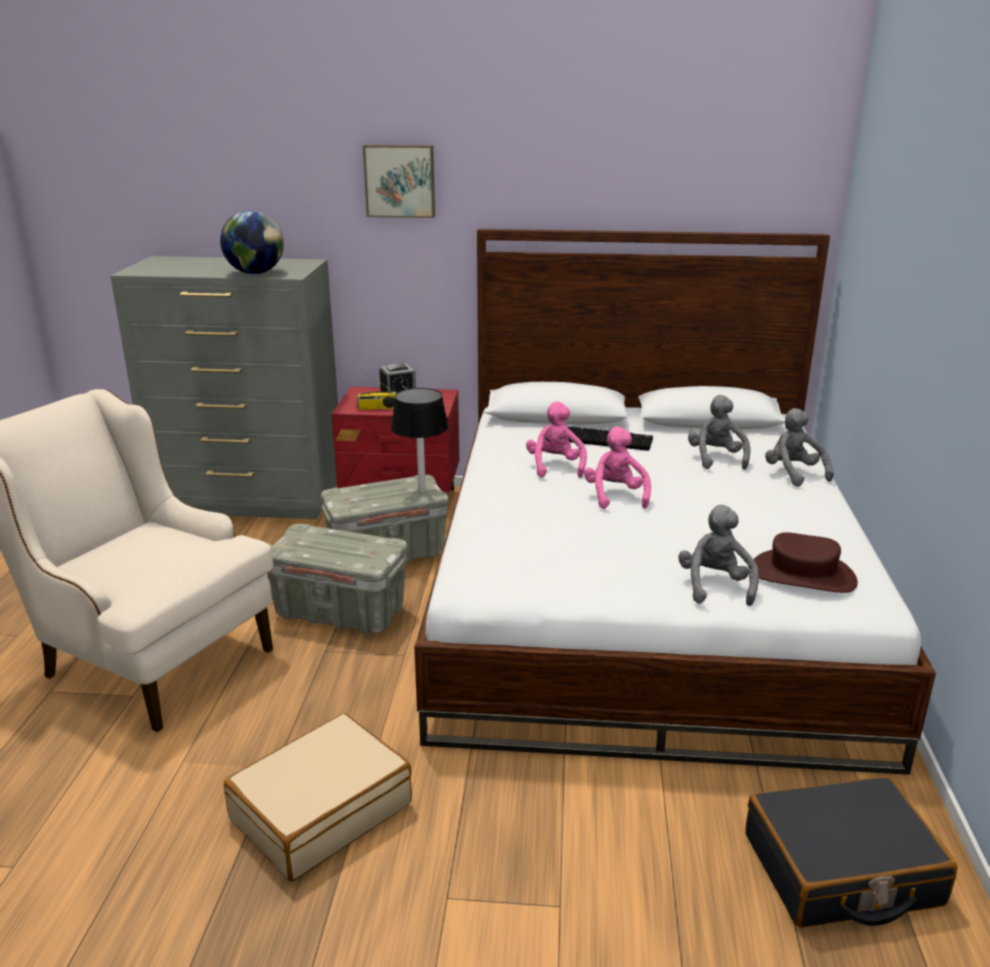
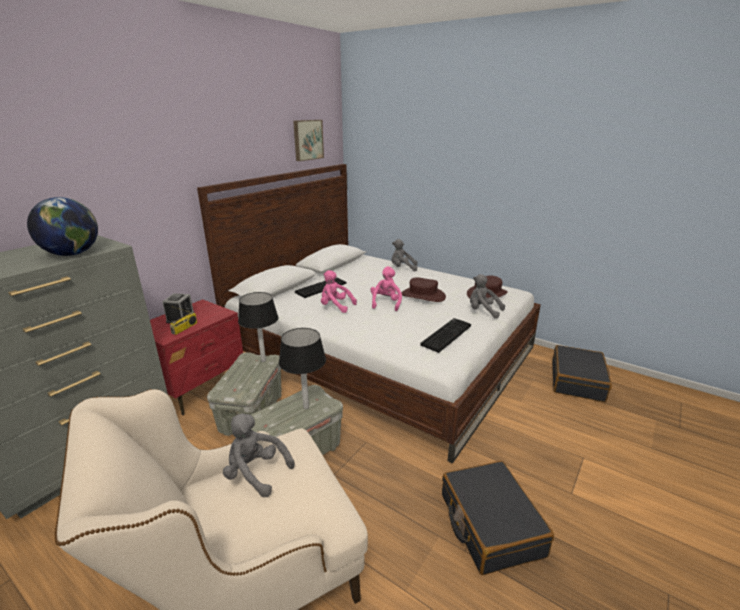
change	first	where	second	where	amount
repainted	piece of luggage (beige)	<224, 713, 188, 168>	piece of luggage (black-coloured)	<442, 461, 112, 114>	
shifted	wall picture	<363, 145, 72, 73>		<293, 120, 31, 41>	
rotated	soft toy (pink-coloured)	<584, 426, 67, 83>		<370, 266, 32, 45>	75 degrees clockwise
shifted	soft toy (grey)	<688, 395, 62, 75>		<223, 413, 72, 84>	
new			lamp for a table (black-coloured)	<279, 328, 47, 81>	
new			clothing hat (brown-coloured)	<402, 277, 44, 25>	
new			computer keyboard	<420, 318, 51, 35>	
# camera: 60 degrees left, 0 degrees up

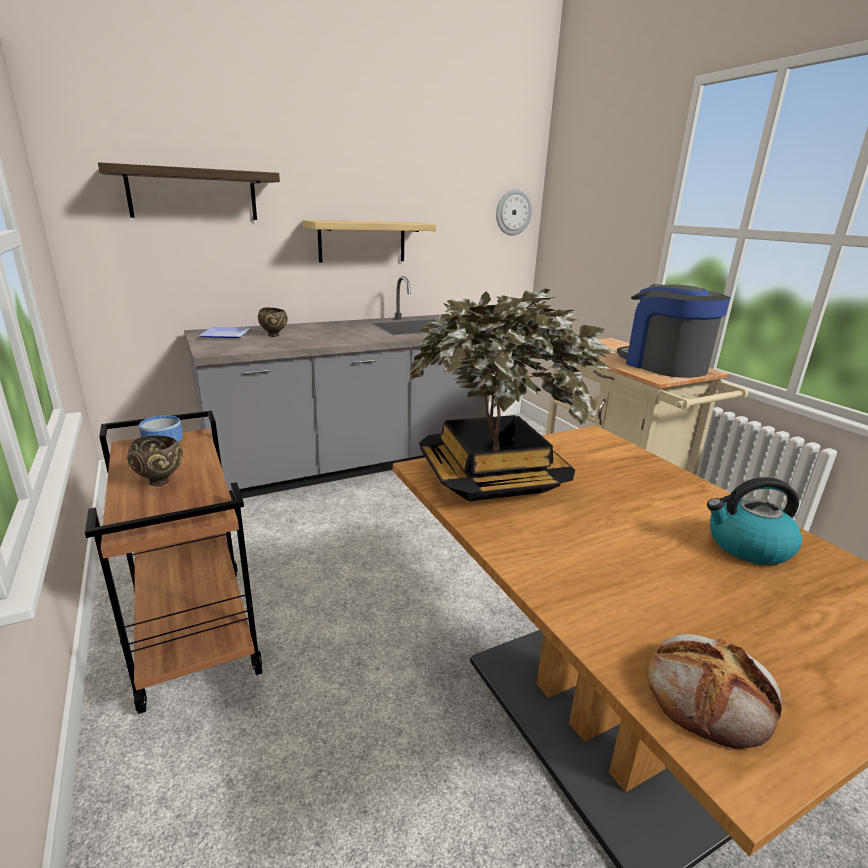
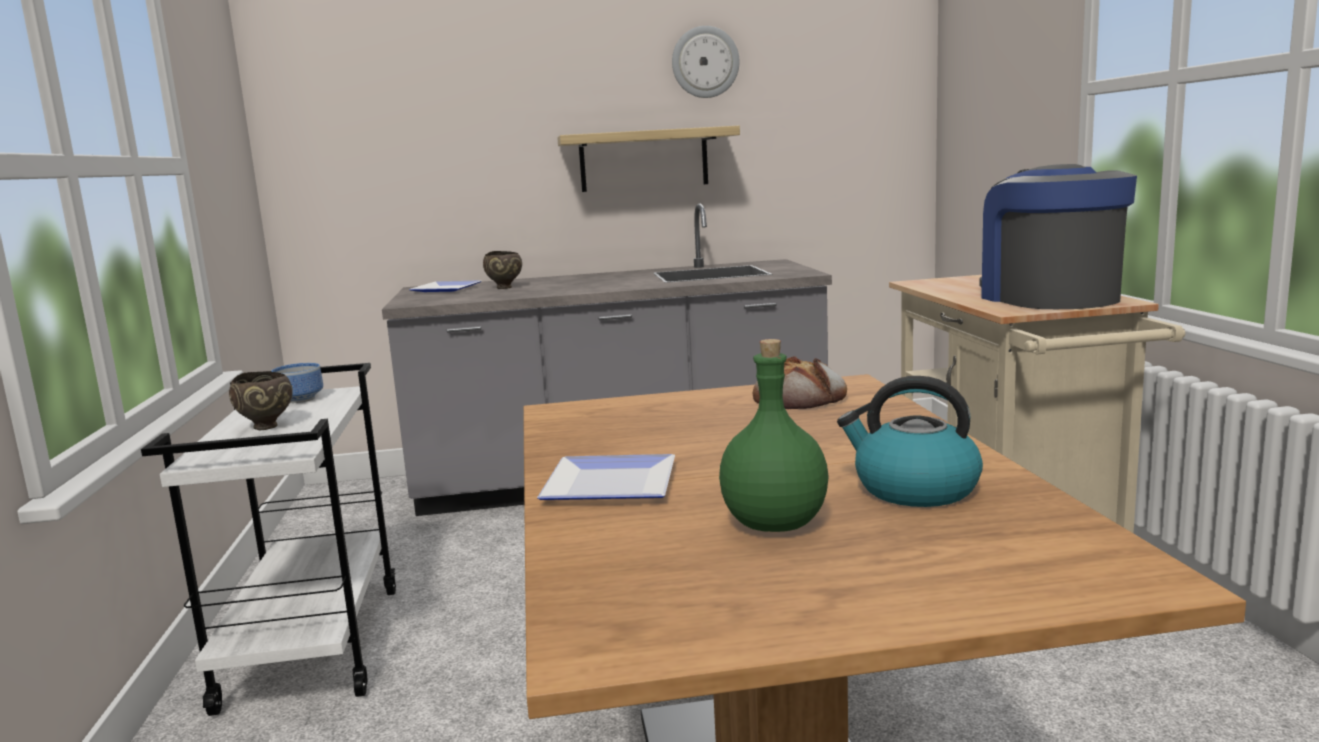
change	first	where	second	where	amount
repainted	trolley (brown-coloured)	<85, 411, 177, 303>	trolley (whitish)	<141, 363, 255, 353>	
gone	bracket shelf	<98, 162, 182, 58>			
gone	houseplant	<409, 288, 207, 213>			
shifted	hanging clock	<496, 189, 36, 46>		<672, 26, 68, 72>	
shifted	baked bread	<647, 634, 135, 115>		<753, 356, 94, 53>	
new			dinner plate	<537, 454, 138, 46>	
new			beverage bottle (greenish)	<719, 339, 110, 193>	
# camera: 20 degrees right, 10 degrees down

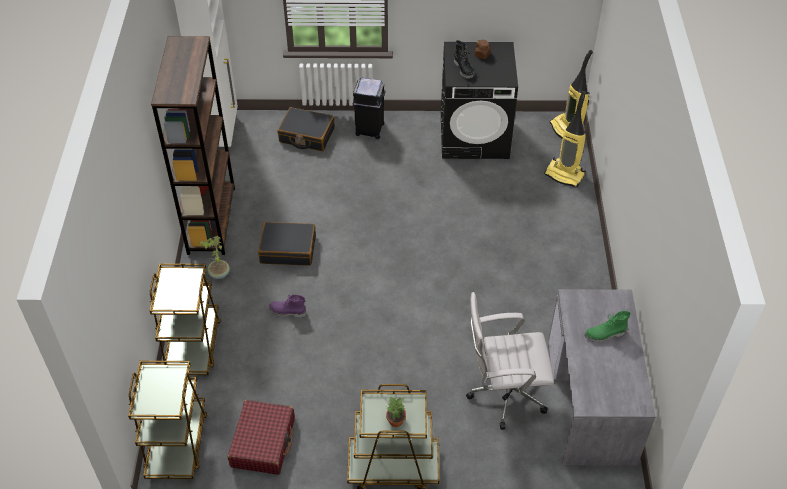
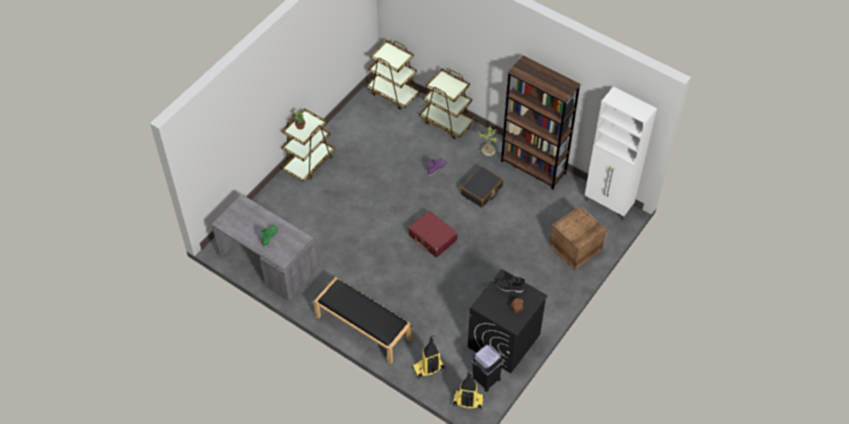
change	first	where	second	where	amount
shifted	piece of luggage (red-coloured)	<228, 400, 67, 75>		<408, 210, 49, 48>	
swapped	piece of luggage (black-coloured)	<278, 107, 57, 44>	shipping crate	<549, 205, 58, 66>	
shifted	rubbish bin (black-coloured)	<353, 78, 32, 61>		<471, 344, 33, 48>	
gone	desk chair (whitish)	<466, 292, 88, 138>			
new			indoor bench (black-coloured)	<314, 277, 98, 87>	
# camera: 125 degrees right, 5 degrees up

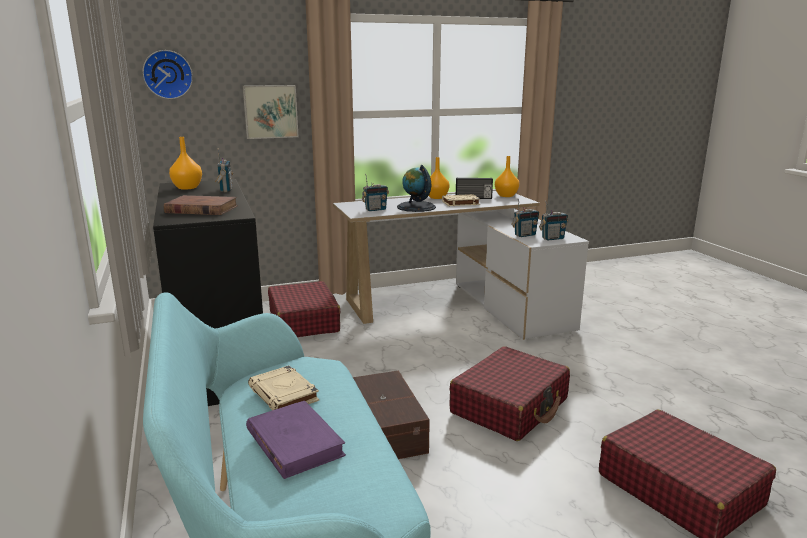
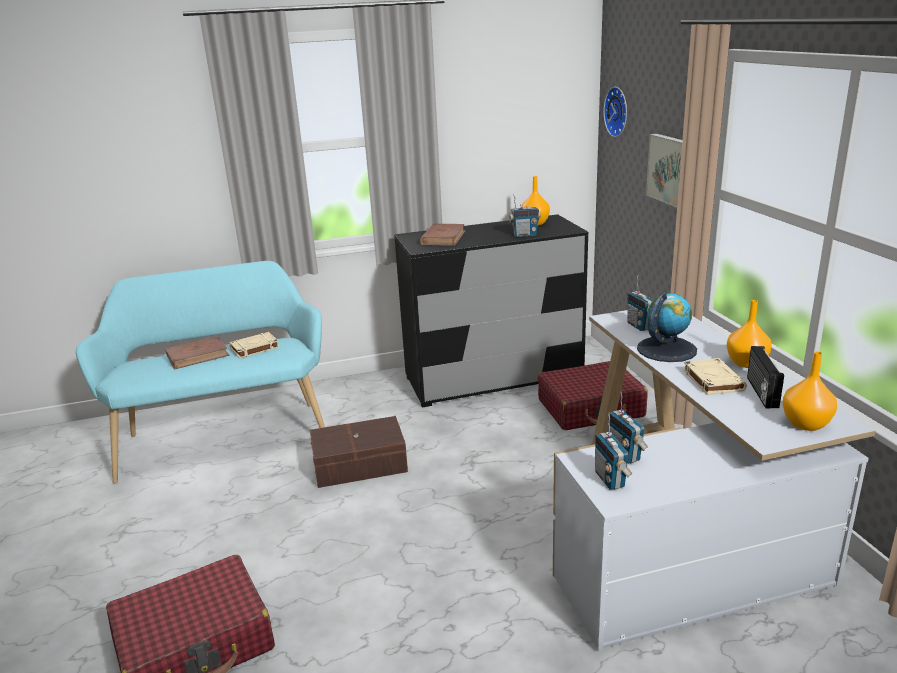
change	first	where	second	where	amount
repainted	book (purple)	<246, 401, 100, 78>	book (brown-coloured)	<165, 336, 65, 34>	
gone	piece of luggage (red-coloured)	<449, 346, 121, 95>			
# camera: 95 degrees right, 5 degrees up

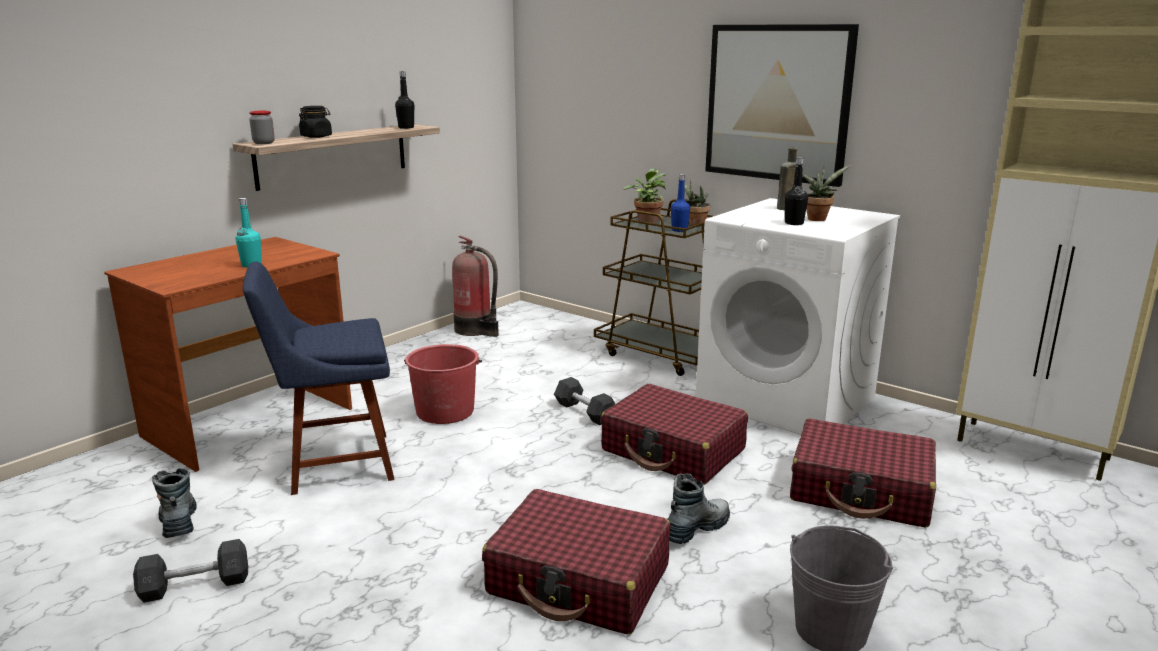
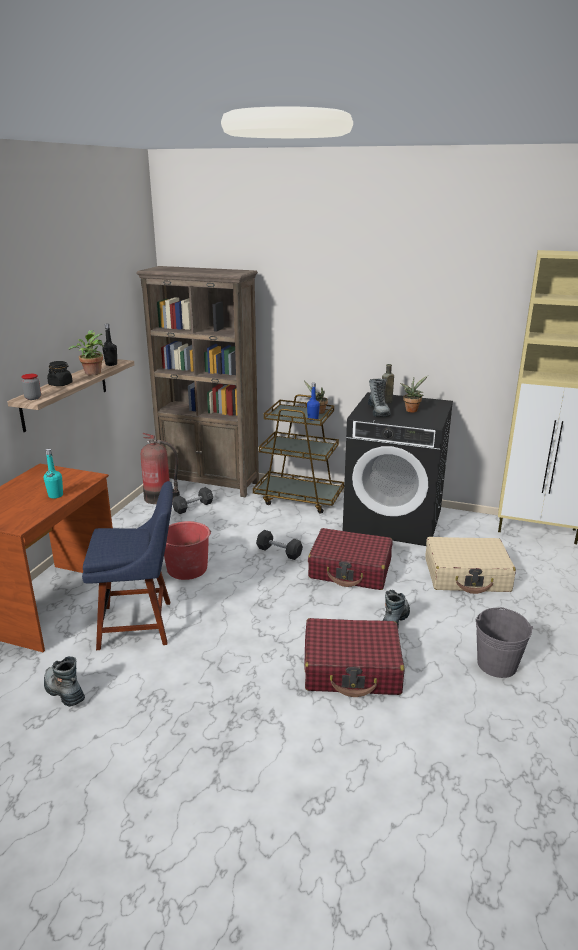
change	first	where	second	where	amount
shifted	hand weight (grey)	<133, 539, 115, 64>		<172, 487, 41, 27>	
rotated	plain chair (bluish)	<243, 261, 152, 234>		<82, 481, 91, 169>	150 degrees counterclockwise
shifted	houseplant	<623, 169, 43, 55>		<68, 330, 36, 45>	
repainted	laundry machine (whitish)	<696, 198, 204, 237>	laundry machine (black-coloured)	<343, 392, 110, 154>	
gone	wall picture	<705, 24, 154, 163>			
gone	beverage bottle (black-coloured)	<785, 158, 23, 67>			
repainted	piece of luggage (red-coloured)	<790, 418, 146, 110>	piece of luggage (beige)	<425, 537, 91, 57>	
new			bookcase (brown-coloured)	<136, 266, 123, 231>	
new			tall boot	<368, 378, 23, 39>	
# camera: 20 degrees left, 5 degrees up

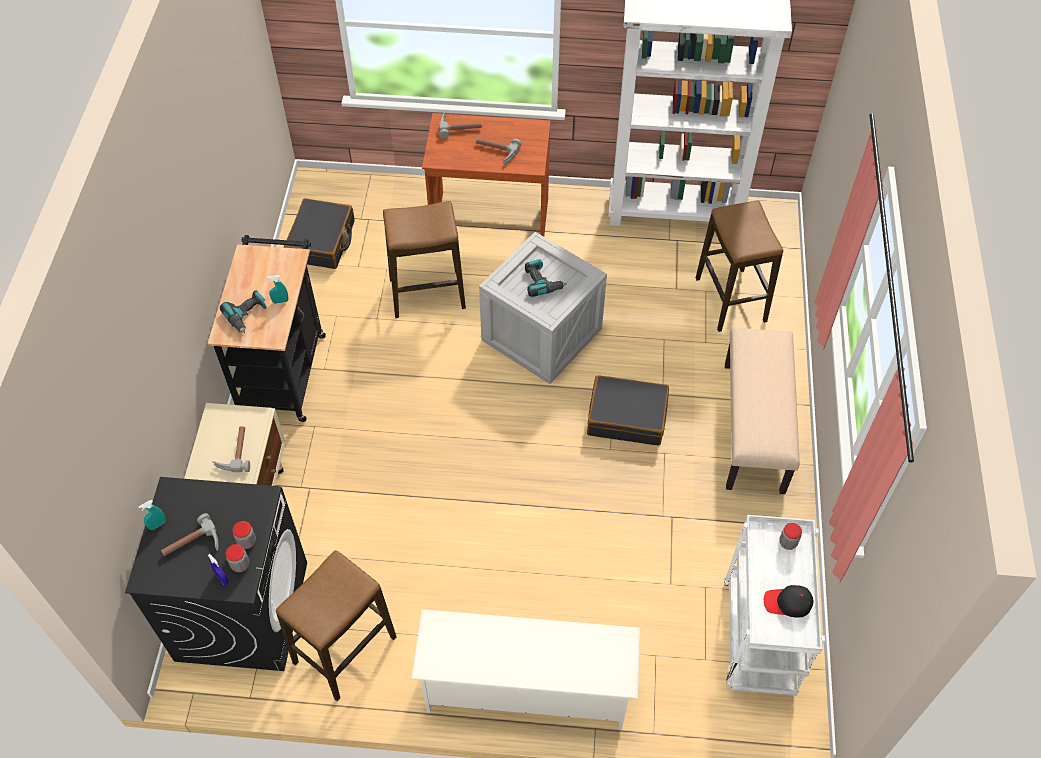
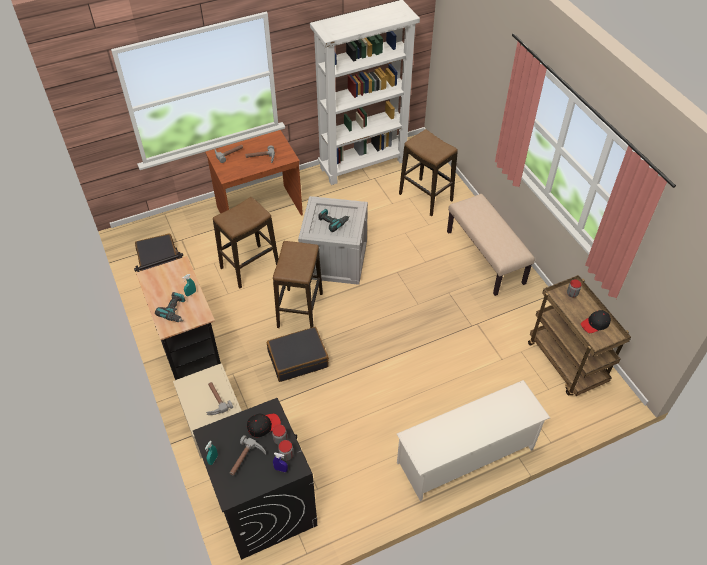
change	first	where	second	where	amount
shifted	stool seat	<276, 550, 121, 151>		<273, 241, 50, 87>	
shifted	piece of luggage (black-coloured)	<587, 375, 82, 71>		<266, 327, 63, 55>	
repainted	trolley (whitish)	<724, 515, 101, 181>	trolley (brown-coloured)	<528, 275, 103, 121>	
new			baseball cap (black-coloured)	<247, 414, 34, 23>	
# camera: 30 degrees left, 5 degrees down

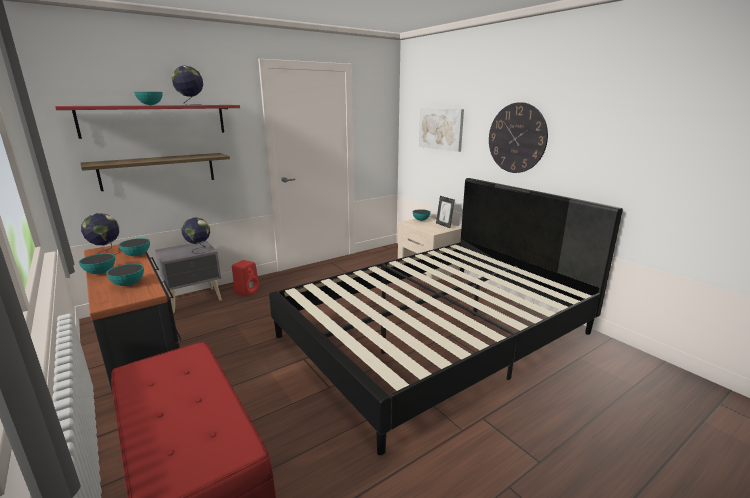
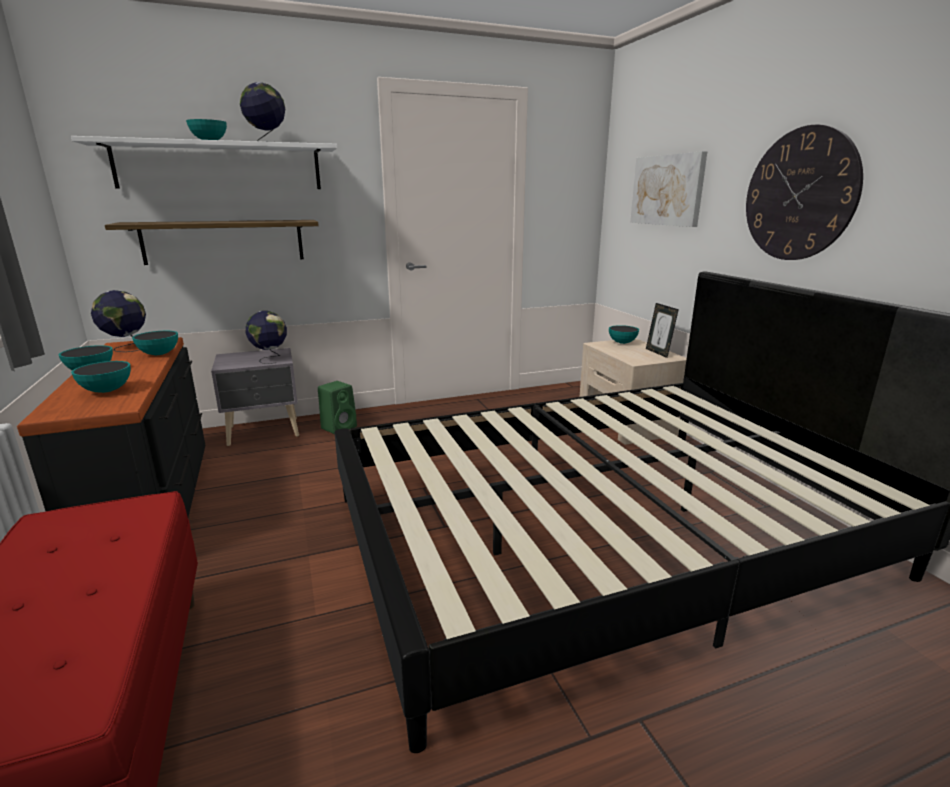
change	first	where	second	where	amount
repainted	bracket shelf (red-coloured)	<55, 105, 185, 34>	bracket shelf (whitish)	<71, 136, 266, 53>	
repainted	speaker (red-coloured)	<232, 260, 27, 36>	speaker (greenish)	<318, 381, 39, 53>	
# camera: 15 degrees right, 0 degrees up

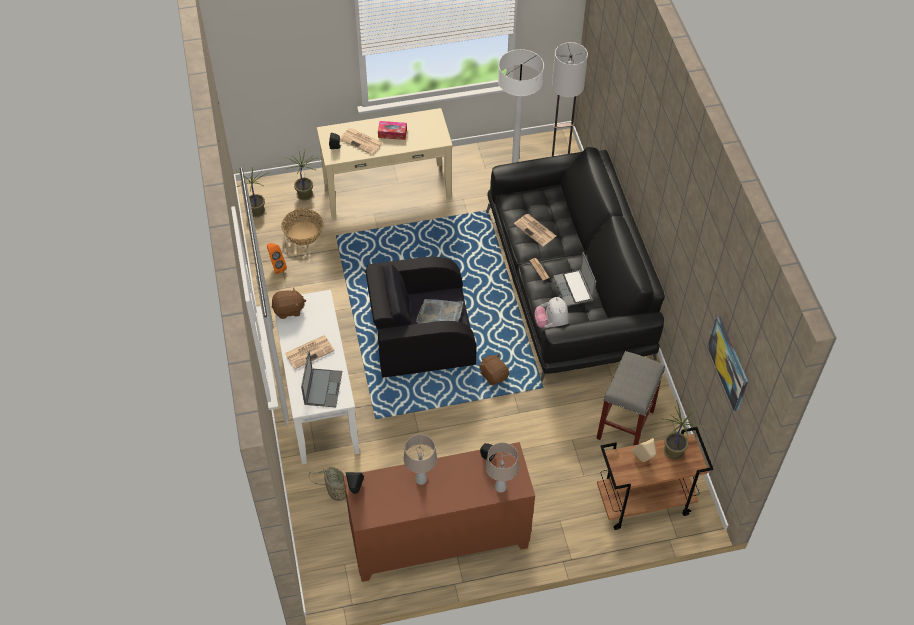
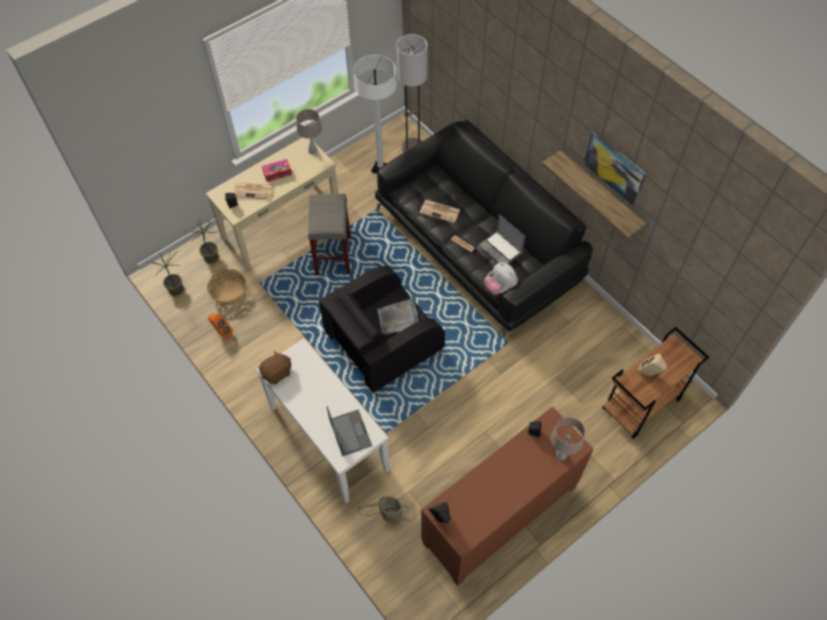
change	first	where	second	where	amount
gone	printed paper	<285, 335, 50, 34>			
shifted	lamp for a table (beige)	<404, 434, 33, 51>		<296, 109, 26, 46>	
gone	soft toy (brown-coloured)	<479, 354, 30, 31>			
shifted	stool seat (grey)	<596, 351, 69, 95>		<308, 194, 43, 81>	
gone	houseplant	<662, 400, 46, 60>			
shifted	wall picture	<707, 316, 41, 95>		<584, 131, 62, 75>	
new			bracket shelf	<542, 150, 105, 89>	
# camera: 25 degrees left, 5 degrees up

